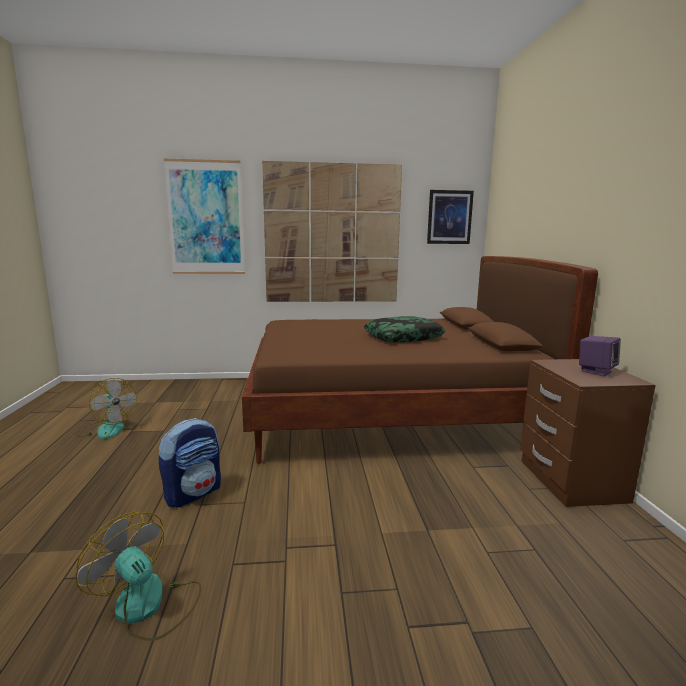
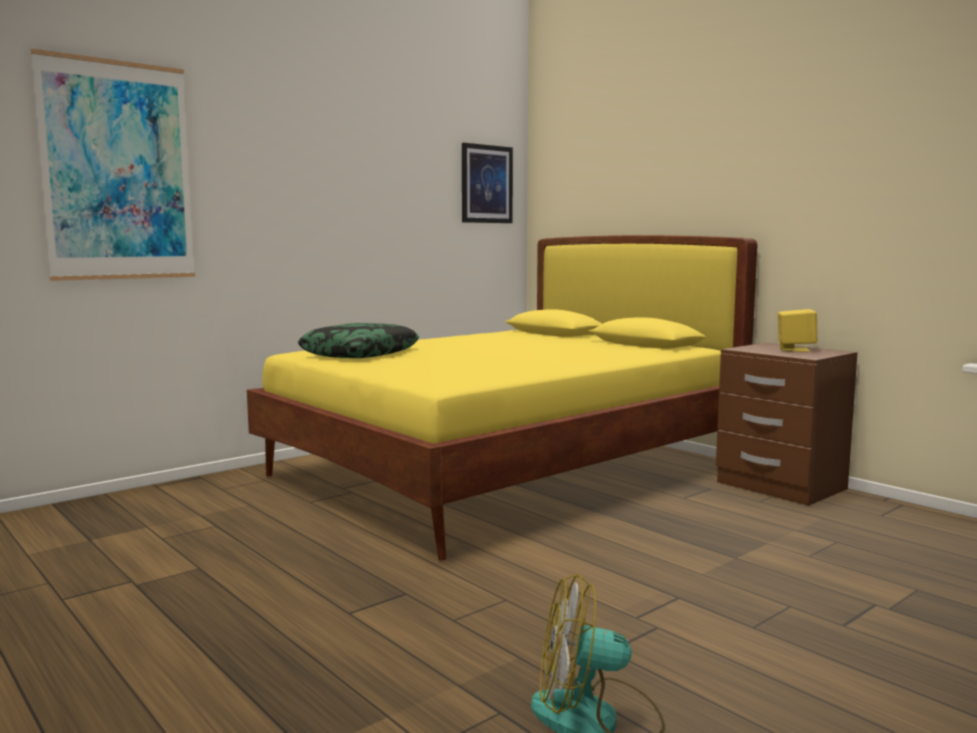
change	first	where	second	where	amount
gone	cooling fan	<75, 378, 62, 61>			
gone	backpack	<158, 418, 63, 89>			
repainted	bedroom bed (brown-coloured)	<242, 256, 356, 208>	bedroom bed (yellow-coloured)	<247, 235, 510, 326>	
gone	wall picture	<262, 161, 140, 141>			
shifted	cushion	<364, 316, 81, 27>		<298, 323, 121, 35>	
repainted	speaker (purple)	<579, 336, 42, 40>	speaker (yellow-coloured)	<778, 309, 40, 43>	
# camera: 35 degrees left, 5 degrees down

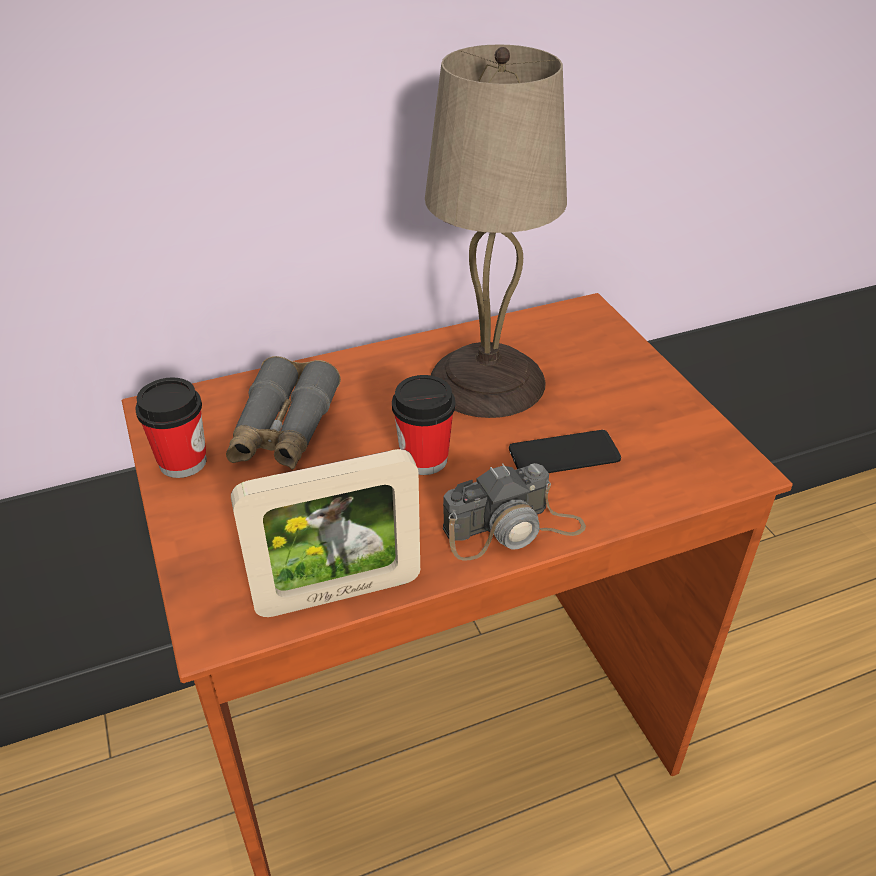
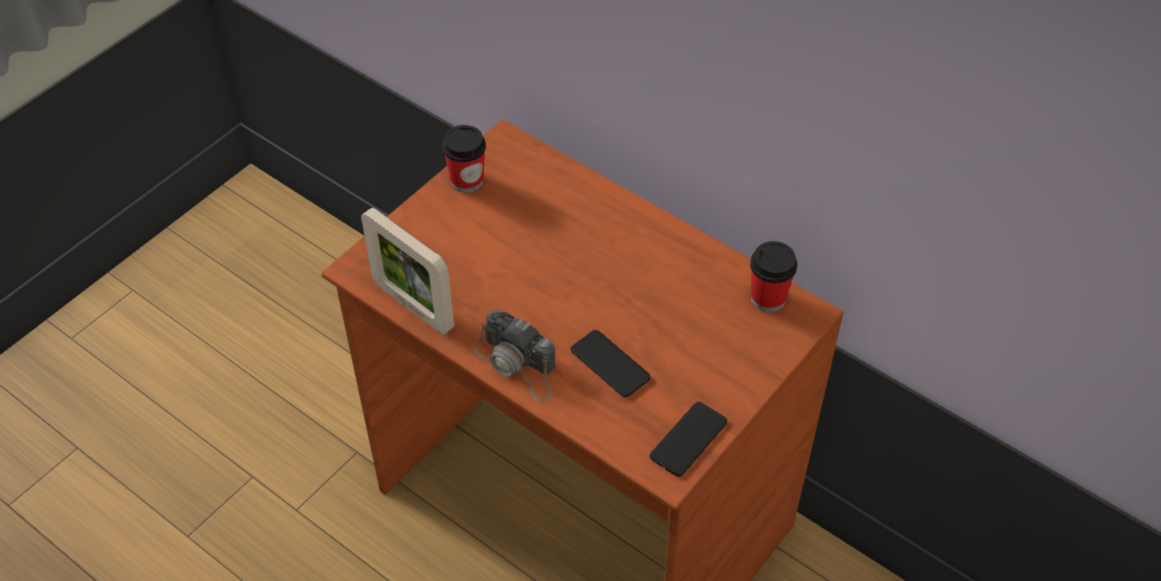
change	first	where	second	where	amount
gone	field glasses (grey)	<226, 356, 115, 114>			
shifted	cup	<392, 375, 64, 100>		<750, 241, 47, 71>	
gone	lamp for a table (beige)	<425, 44, 142, 374>			
new			phone	<650, 402, 77, 75>	
# camera: 60 degrees right, 10 degrees up

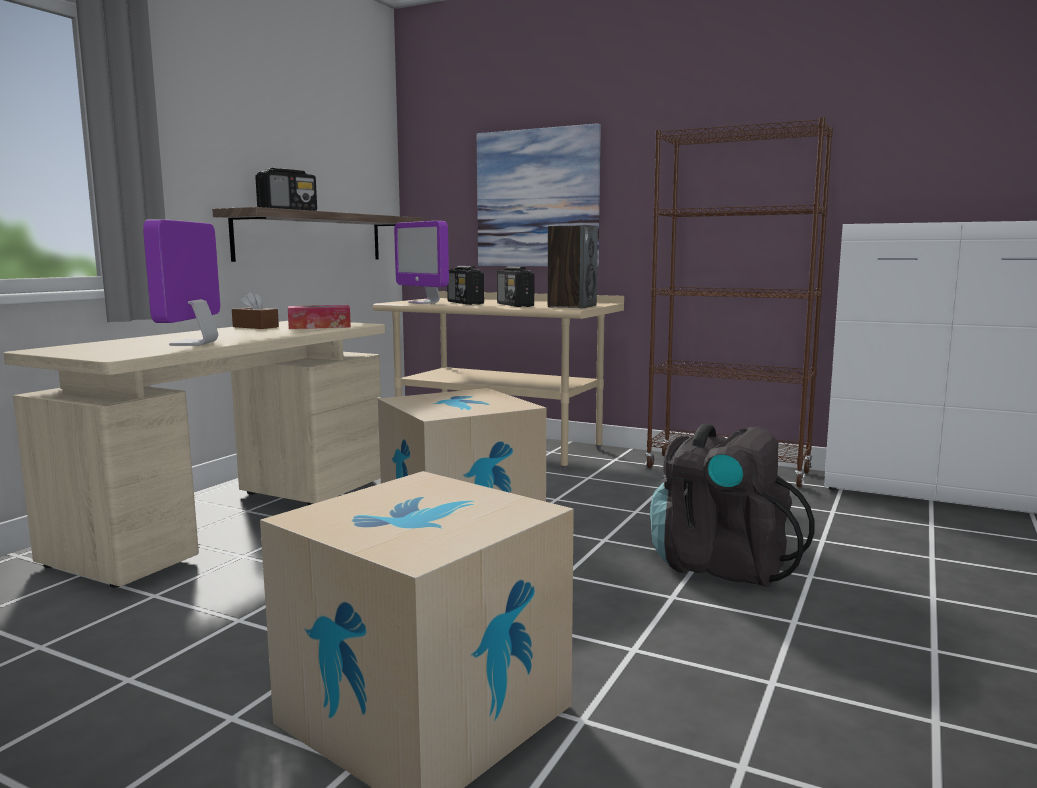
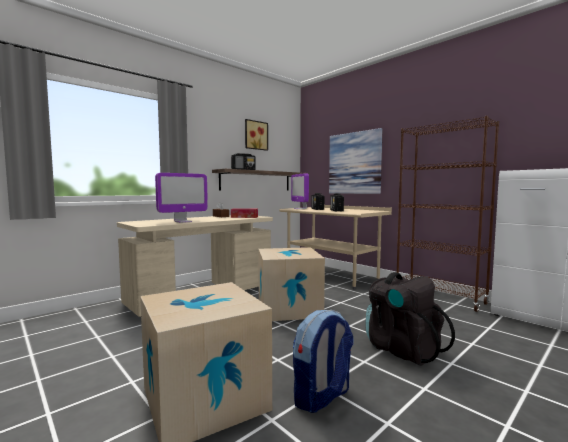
change	first	where	second	where	amount
rotated	computer display	<143, 219, 77, 127>		<155, 173, 53, 50>	150 degrees counterclockwise
gone	speaker	<548, 225, 50, 84>			
new			wall picture	<245, 119, 23, 32>	
new			backpack	<293, 310, 60, 103>	
# camera: 20 degrees right, 5 degrees down

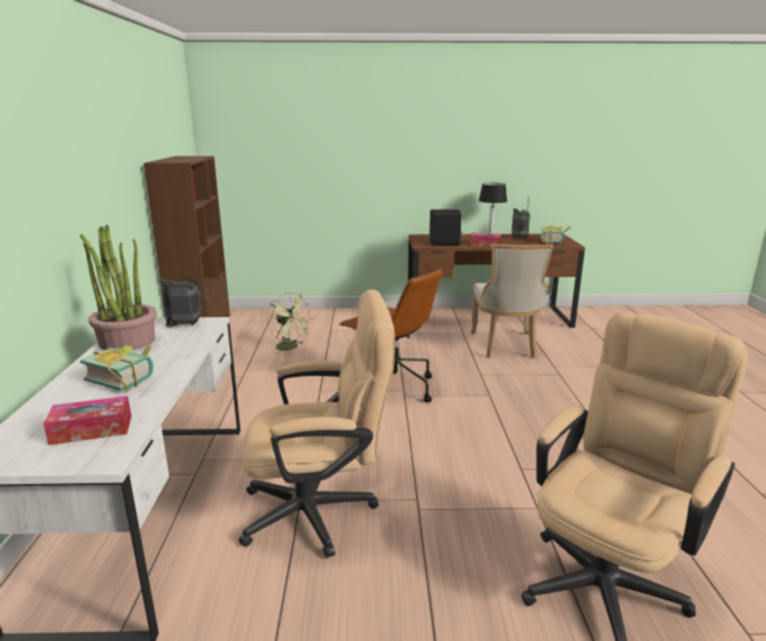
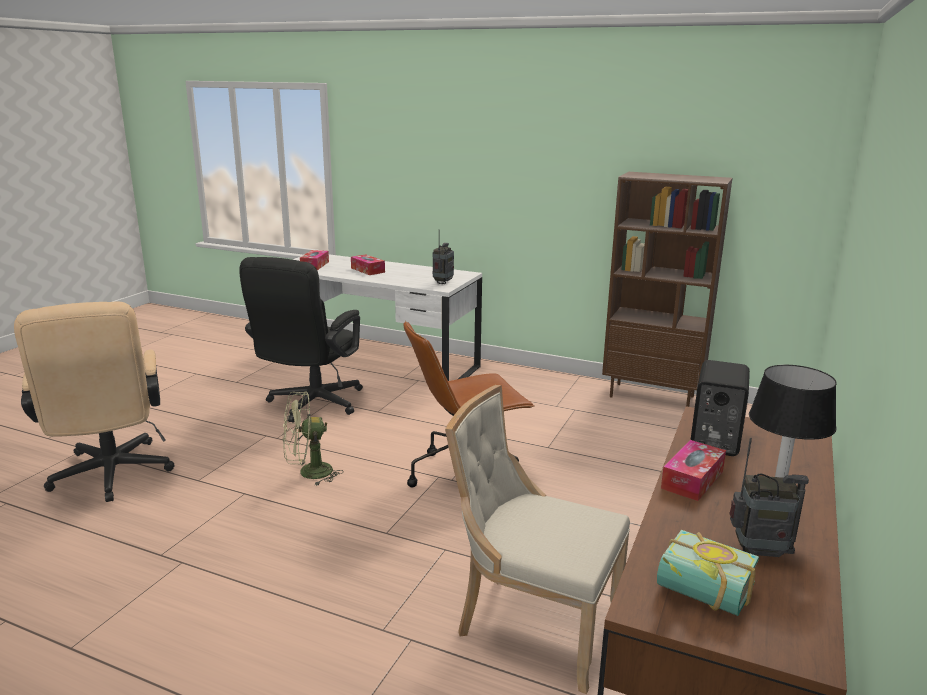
change	first	where	second	where	amount
gone	houseplant	<80, 225, 77, 125>			
swapped	book	<80, 340, 73, 51>	tissue box	<351, 254, 34, 21>	
repainted	desk chair (beige)	<239, 289, 156, 268>	desk chair (black-coloured)	<239, 257, 124, 166>	
shifted	cooling fan (greenish)	<267, 292, 45, 62>		<283, 391, 61, 95>	
# camera: 115 degrees right, 0 degrees up

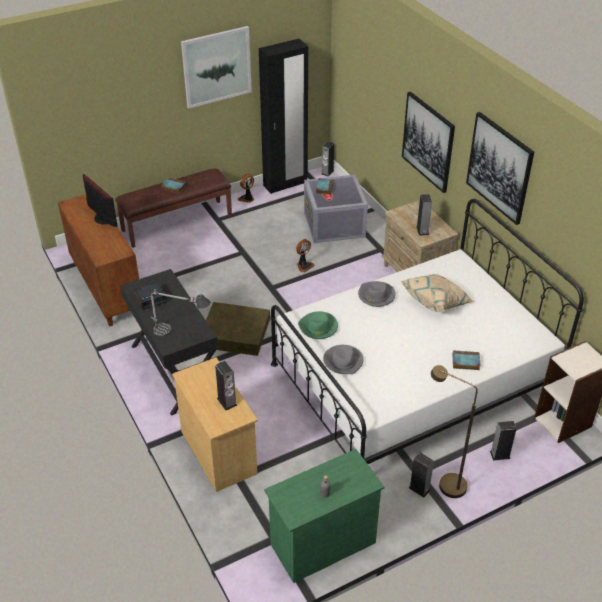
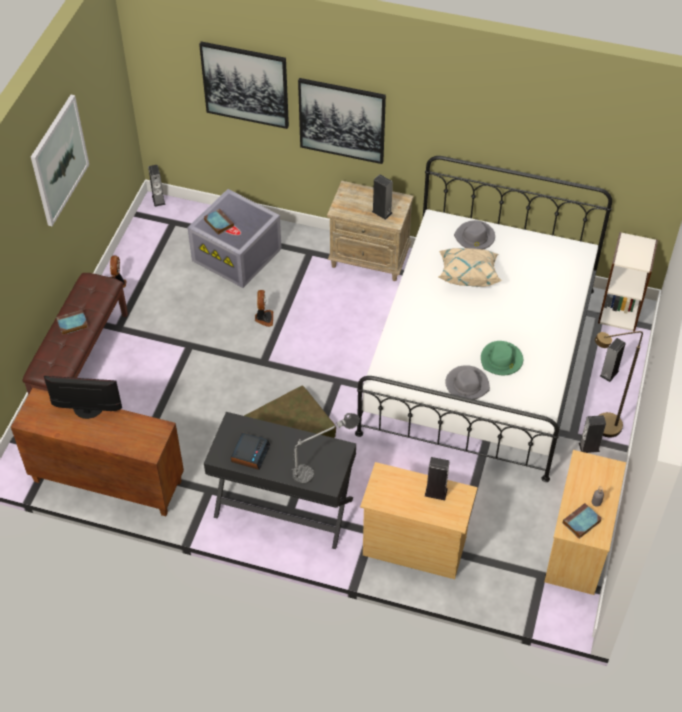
change	first	where	second	where	amount
gone	clothes cupboard (black-coloured)	<259, 39, 49, 155>			
repainted	dresser (greenish)	<264, 449, 120, 134>	dresser (beige)	<544, 450, 82, 145>	
shifted	clothing hat (greenish)	<298, 311, 40, 28>		<481, 341, 42, 34>	
shifted	clothing hat (grey)	<358, 281, 38, 26>		<454, 220, 41, 29>	
shifted	book	<452, 350, 28, 20>		<563, 503, 39, 36>	
shifted	wall picture	<466, 112, 68, 113>		<199, 41, 90, 88>	
# camera: 45 degrees left, 10 degrees up

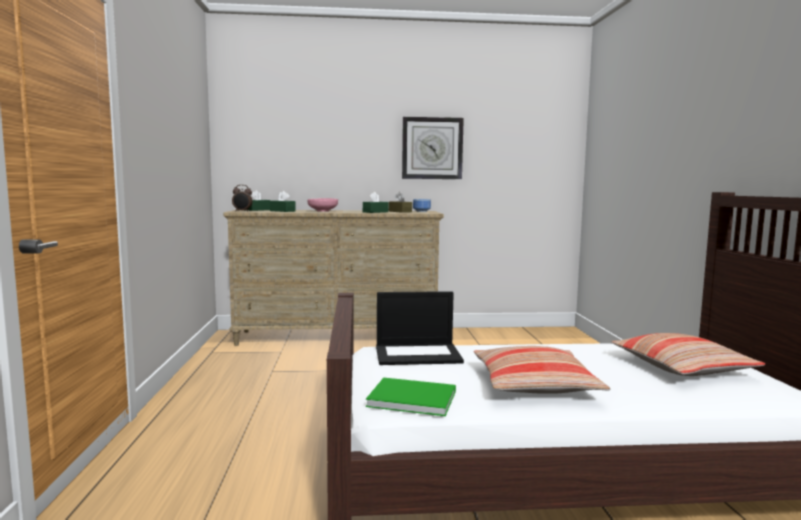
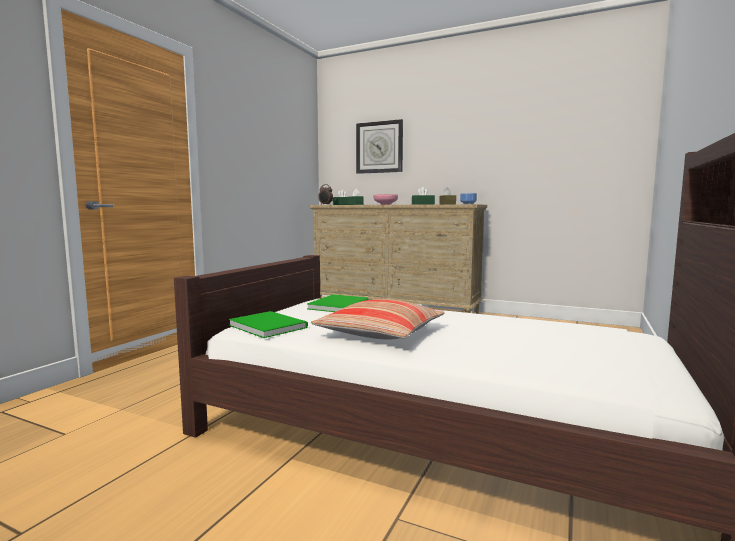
change	first	where	second	where	amount
swapped	notebook computer	<376, 291, 88, 74>	book (greenish)	<307, 294, 61, 18>	
shifted	hanging clock	<402, 117, 62, 62>		<356, 119, 47, 55>	
gone	cushion	<611, 333, 155, 43>			
# camera: 30 degrees right, 0 degrees up

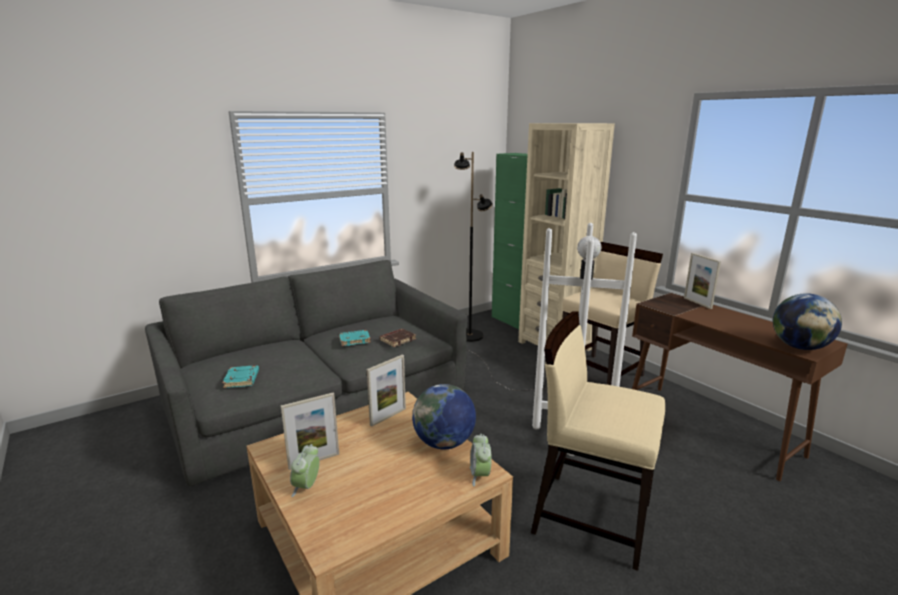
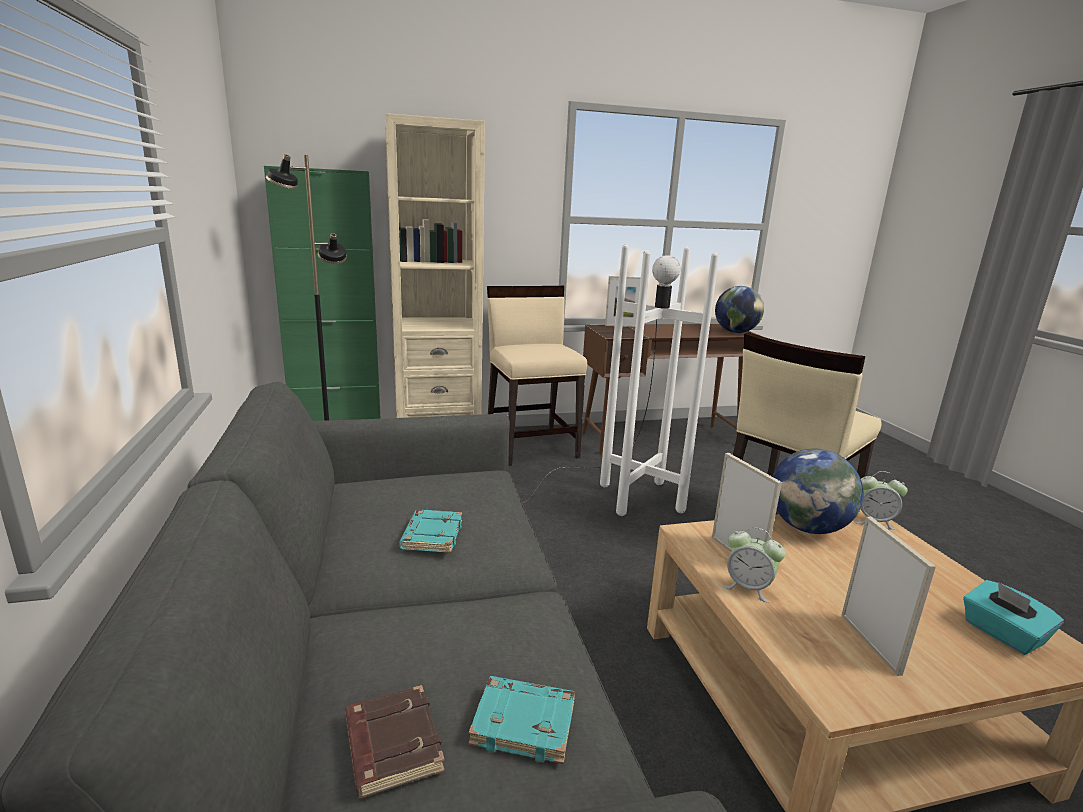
change	first	where	second	where	amount
shifted	table clock	<290, 444, 30, 53>		<723, 527, 62, 76>	
shifted	book (brown-coloured)	<379, 329, 37, 18>		<345, 685, 100, 113>	
new			tissue box (blue-green)	<963, 580, 101, 75>	
# camera: 70 degrees left, 0 degrees up

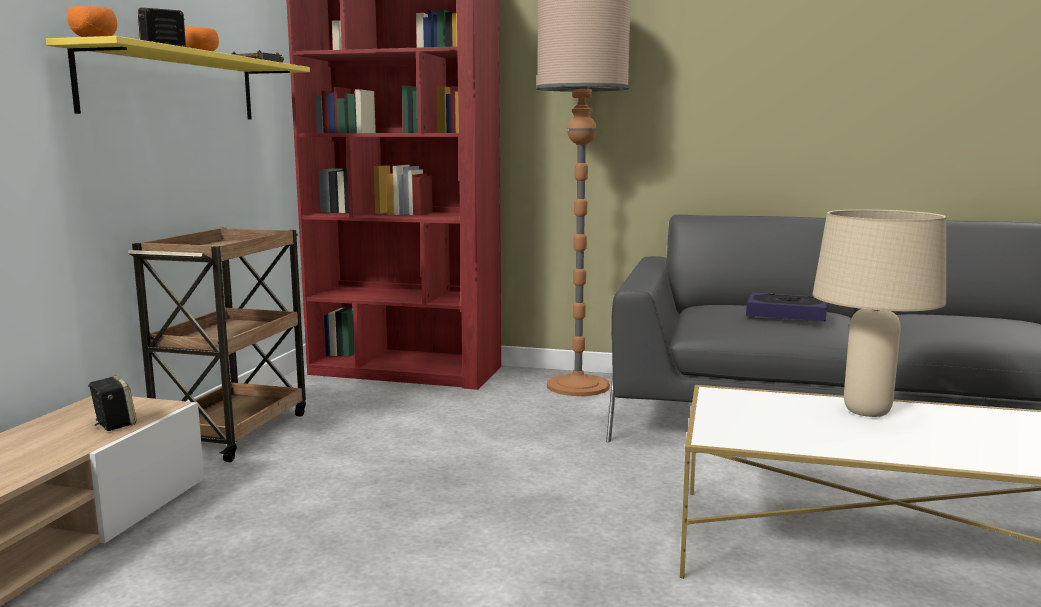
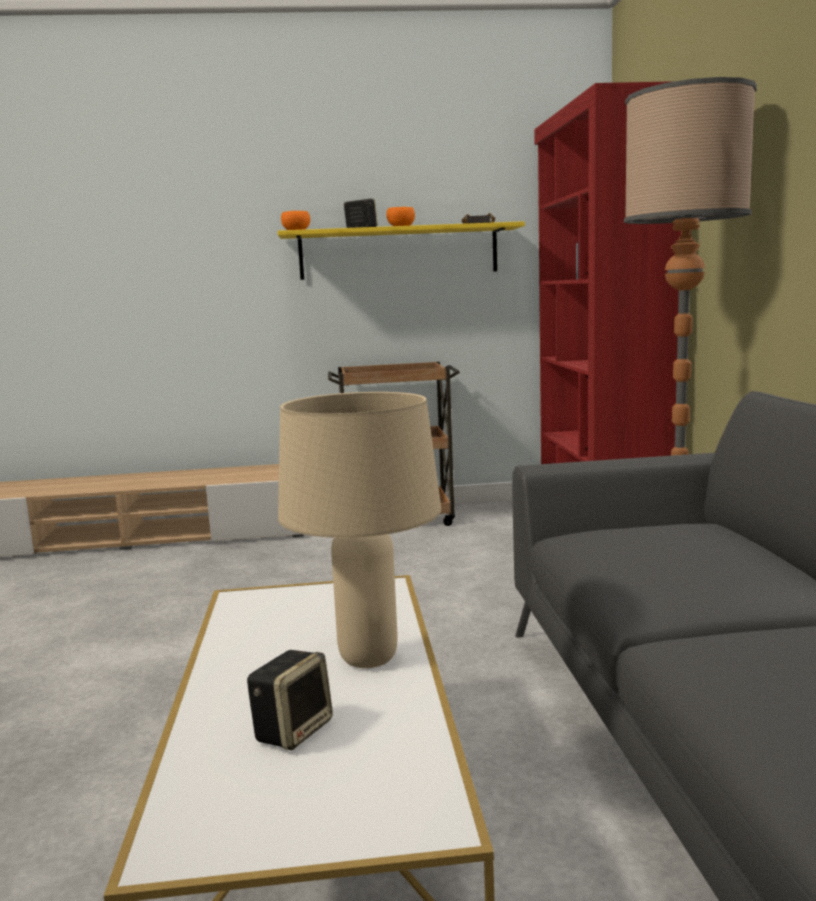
change	first	where	second	where	amount
shifted	speaker	<88, 375, 49, 56>		<247, 650, 86, 100>	
gone	book	<746, 292, 81, 29>			
# camera: 70 degrees right, 0 degrees up

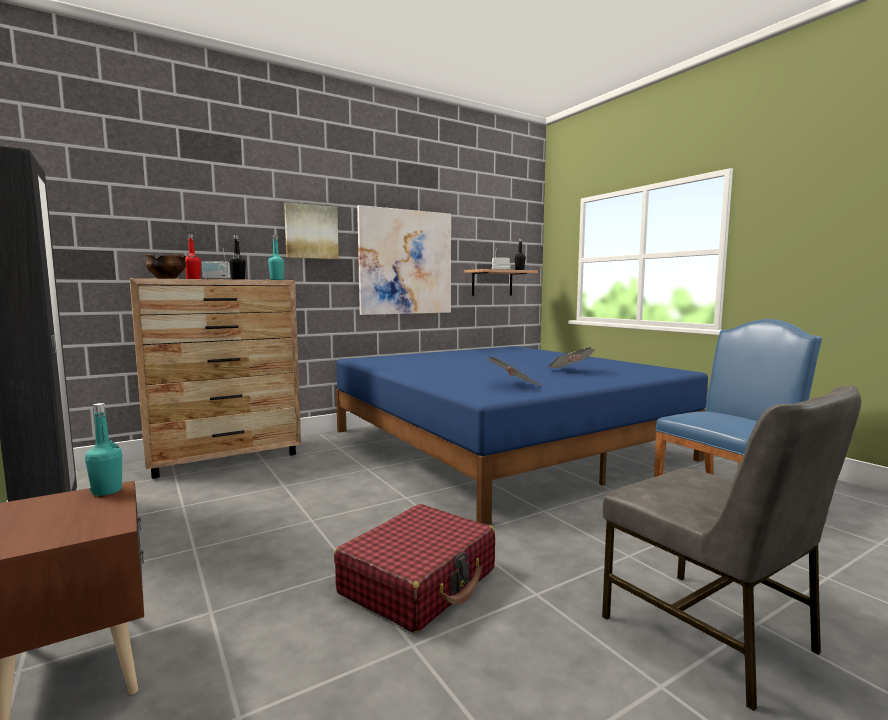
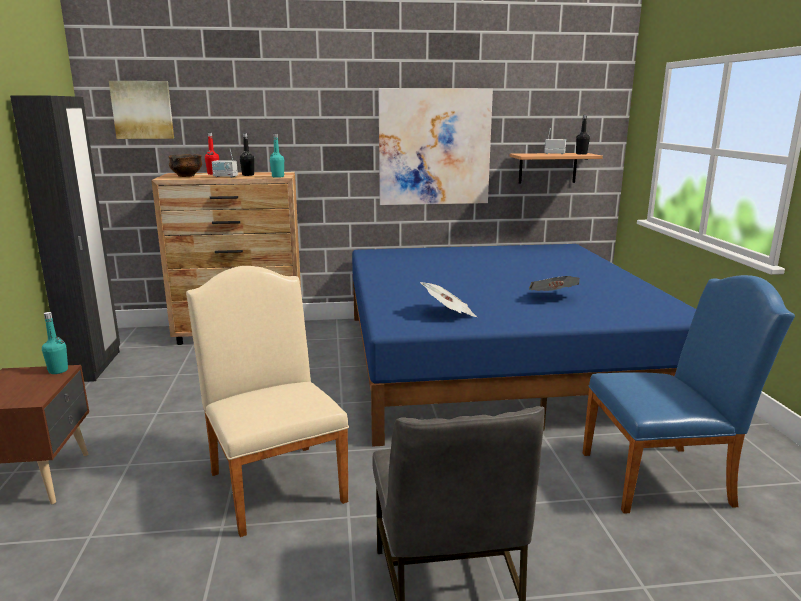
change	first	where	second	where	amount
shifted	wall picture	<284, 202, 55, 57>		<109, 81, 65, 58>	
swapped	piece of luggage (red-coloured)	<334, 504, 161, 129>	plain chair (beige)	<186, 266, 163, 271>	
# camera: 25 degrees right, 10 degrees up

